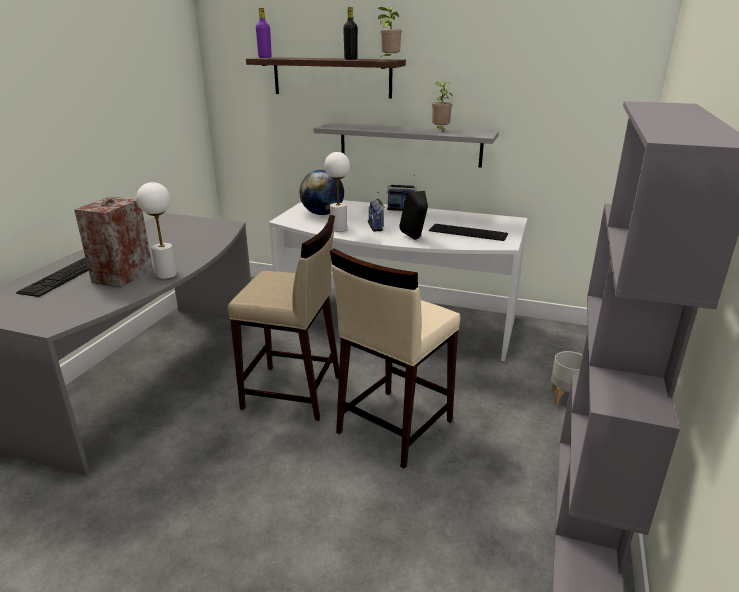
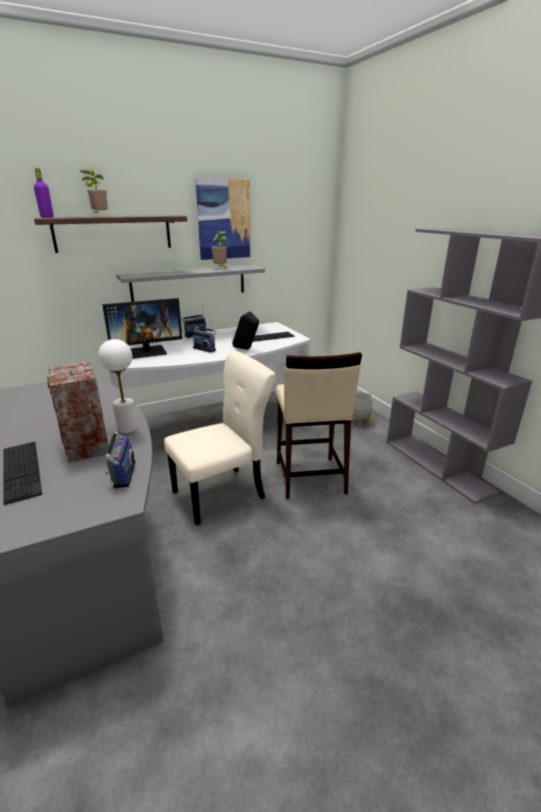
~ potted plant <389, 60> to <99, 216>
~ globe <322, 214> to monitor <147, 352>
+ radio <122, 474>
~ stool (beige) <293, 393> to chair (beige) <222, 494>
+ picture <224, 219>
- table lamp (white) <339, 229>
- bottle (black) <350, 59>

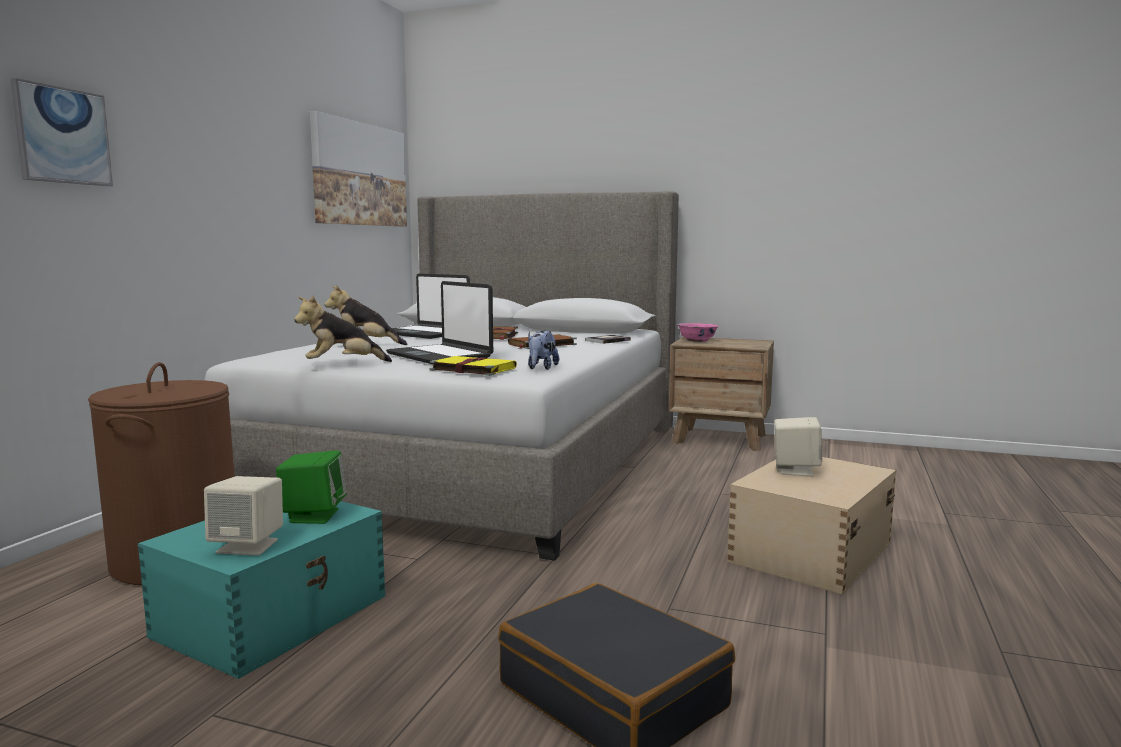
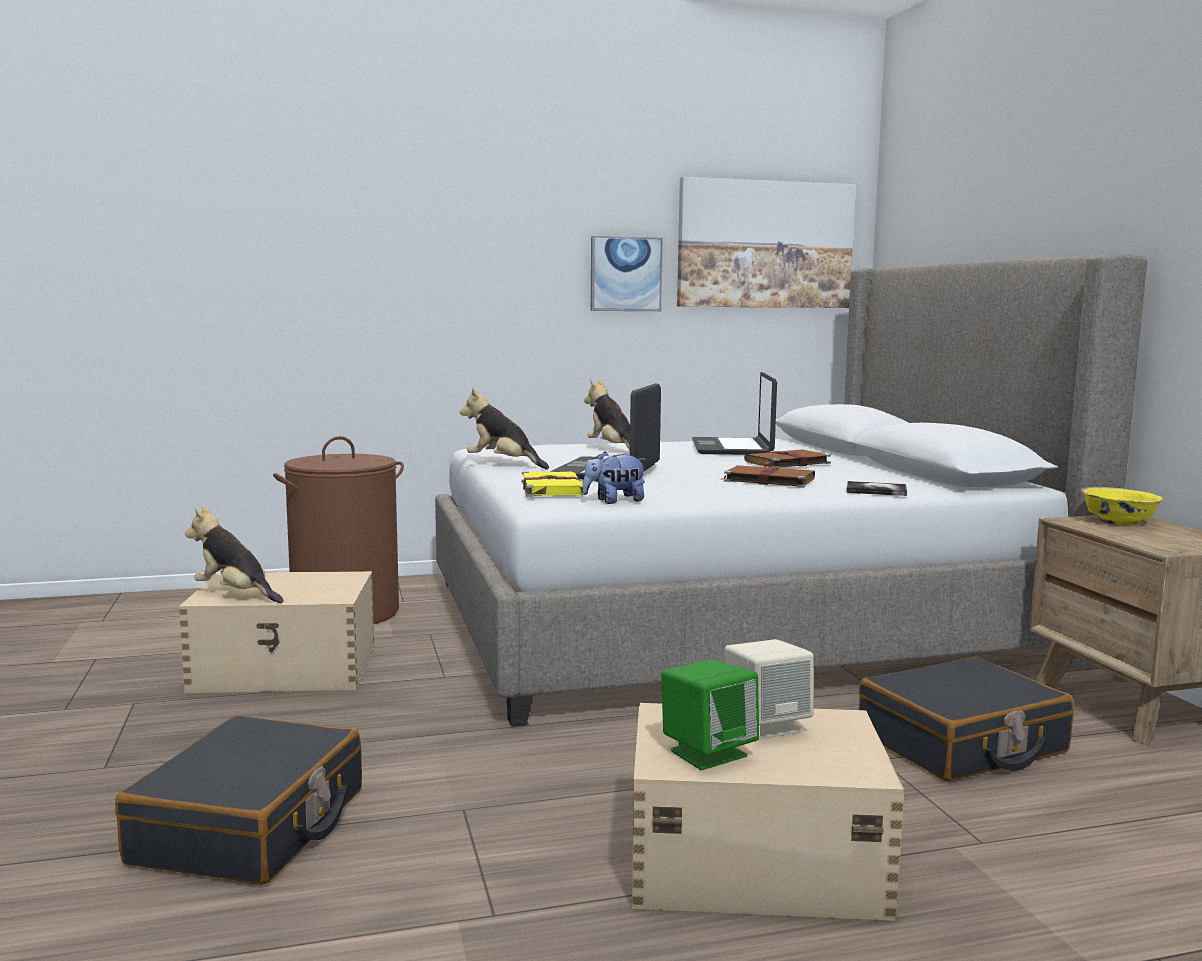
~ storage box (turquoise) <275, 615> to storage box (beige) <287, 669>
~ speaker (beige) <248, 546> to plush toy <235, 594>
~ picture <62, 135> to <625, 274>
~ speaker (green) <313, 515> to <708, 753>
+ suitcase (black) <962, 744>
~ bowl (pink) <697, 340> to bowl (yellow) <1118, 521>

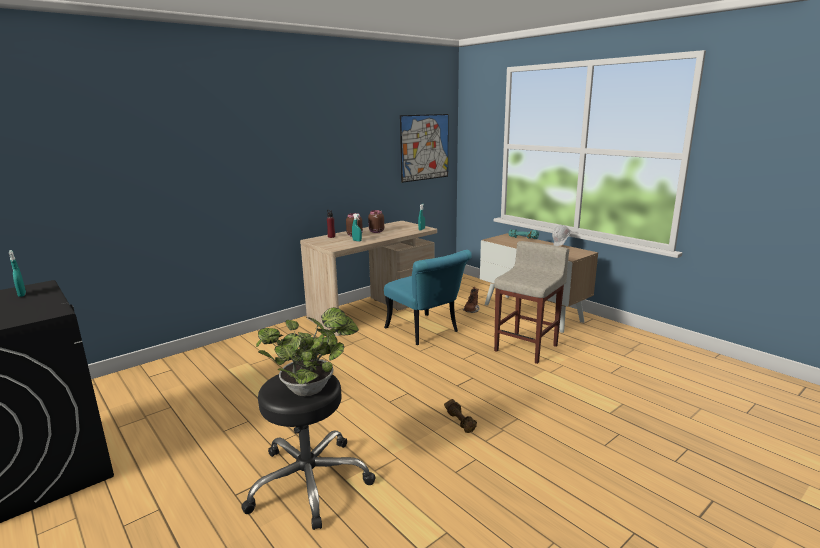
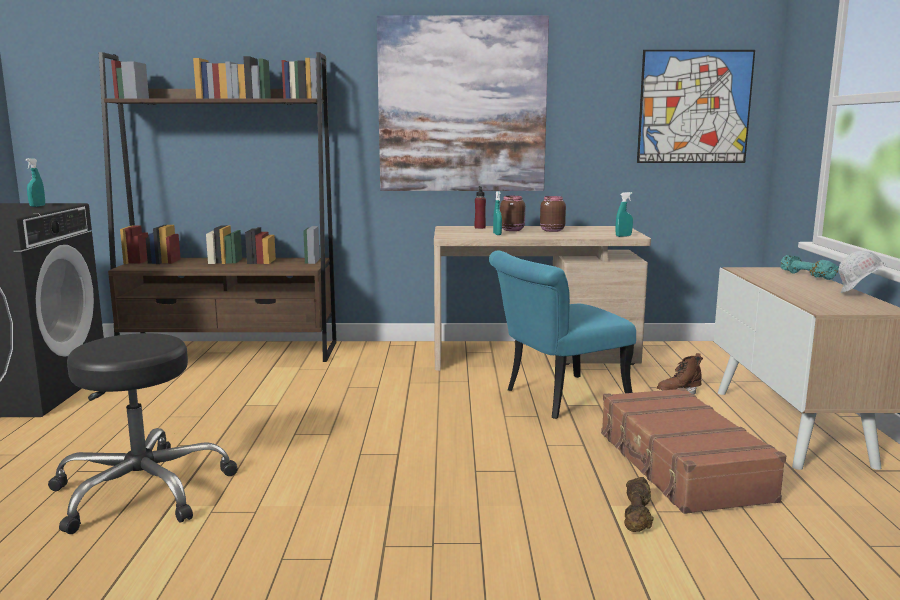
+ bookcase (brown) <231, 352>
+ picture <462, 105>
~ chair (turquoise) <426, 332> = <556, 399> 60 degrees clockwise
~ stool (beige) <526, 347> to suitcase (brown) <680, 466>
~ dumbbell (brown) <460, 422> to <638, 516>
- potted plant <312, 388>

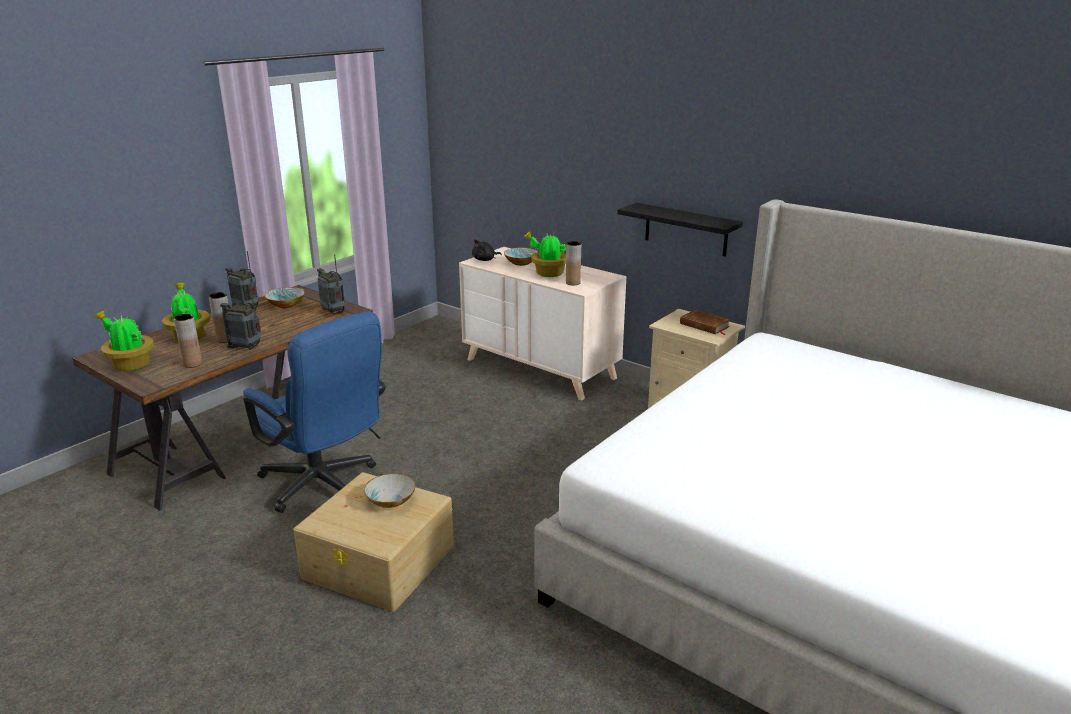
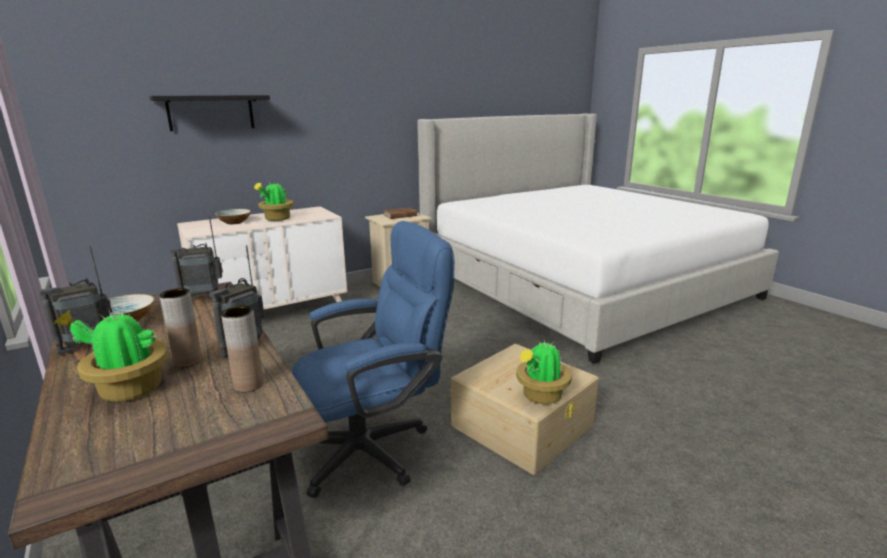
~ shelf (black) <686, 229> to <211, 112>
~ potted plant <130, 365> to <541, 396>
- bowl <390, 501>
- plush toy (black) <485, 260>
- vase (brown) <573, 283>

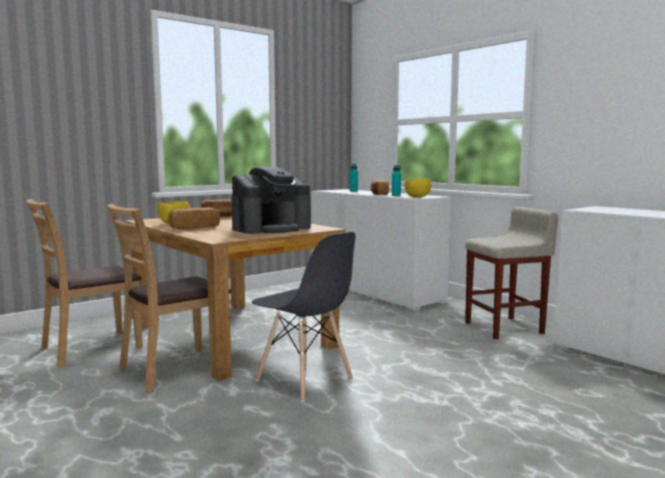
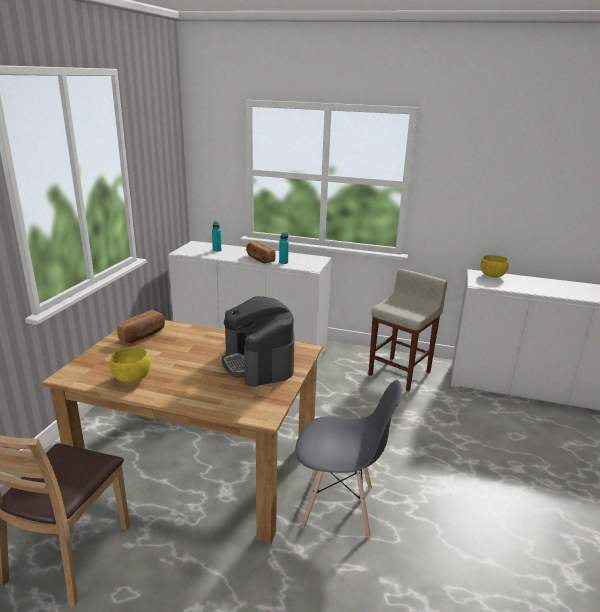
~ coffee machine <271, 228> = <258, 363> 135 degrees clockwise
~ bowl (yellow) <417, 197> to <492, 276>
- chair (brown) <173, 369>
- bread <194, 227>

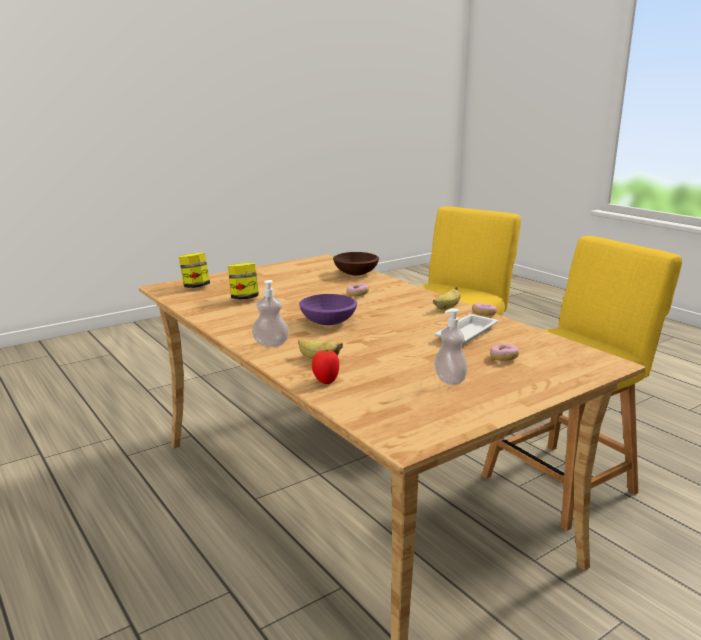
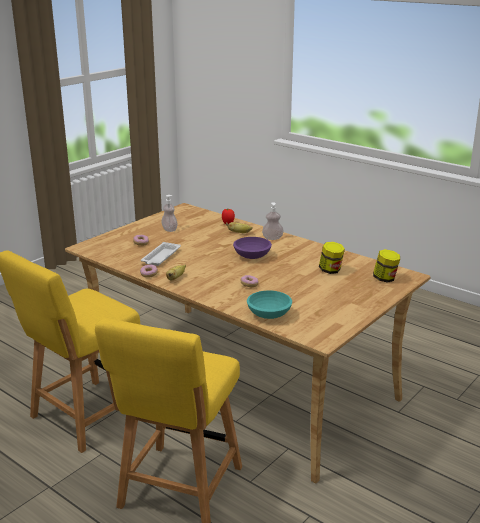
~ bowl (brown) <355, 273> to bowl (turquoise) <269, 314>

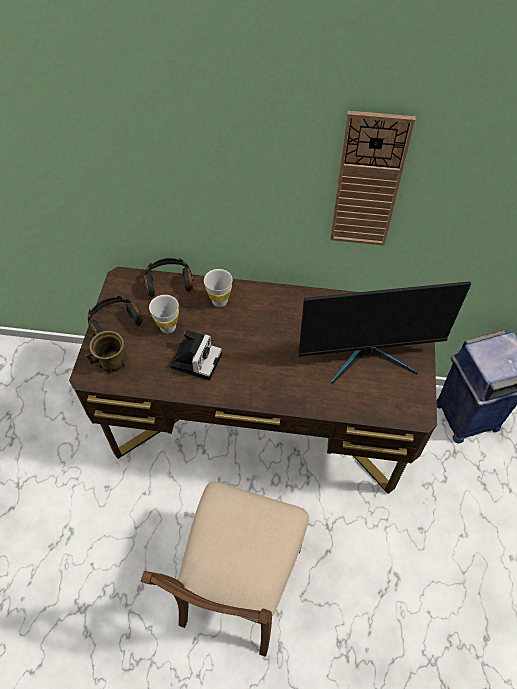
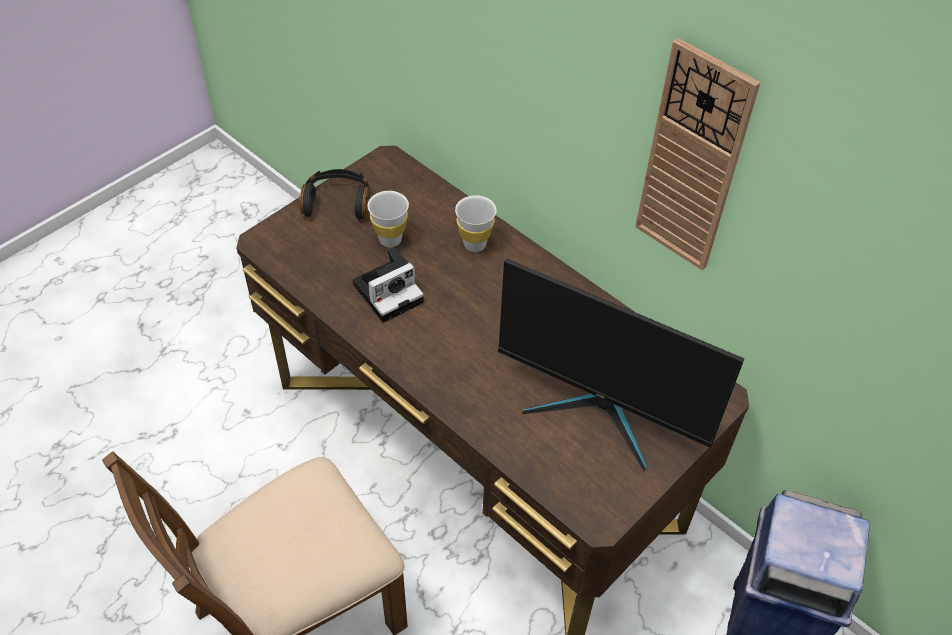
- mug (brown) <113, 363>
- headphones (black) <168, 282>

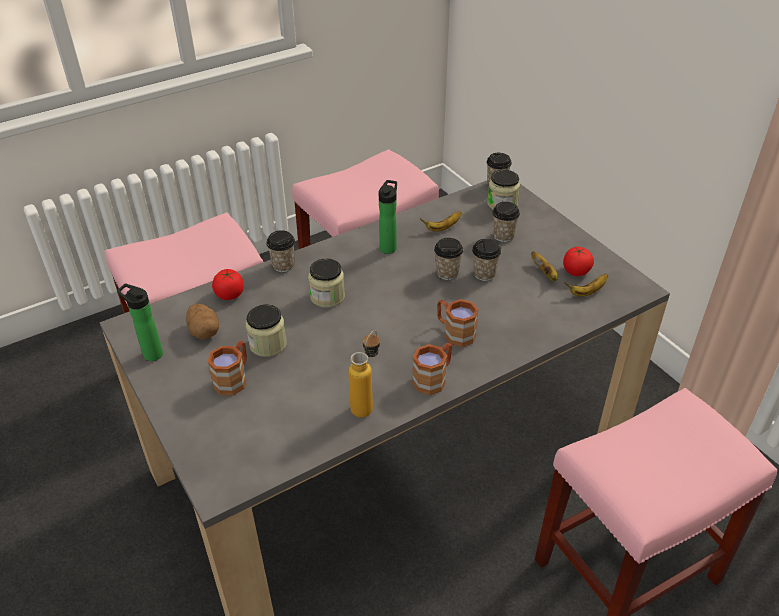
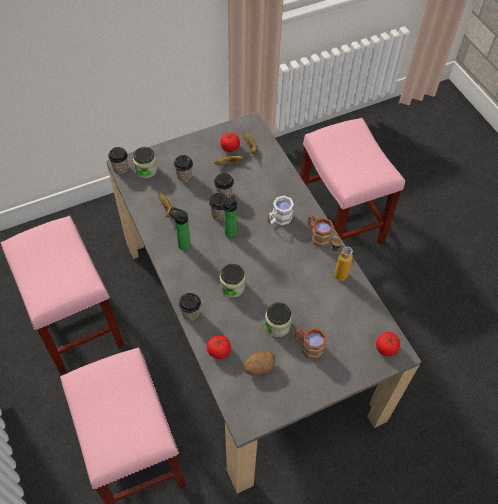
~ bottle <150, 353> to <229, 234>
~ mug (brown) <454, 332> to mug (white) <278, 219>
+ tomato <386, 348>

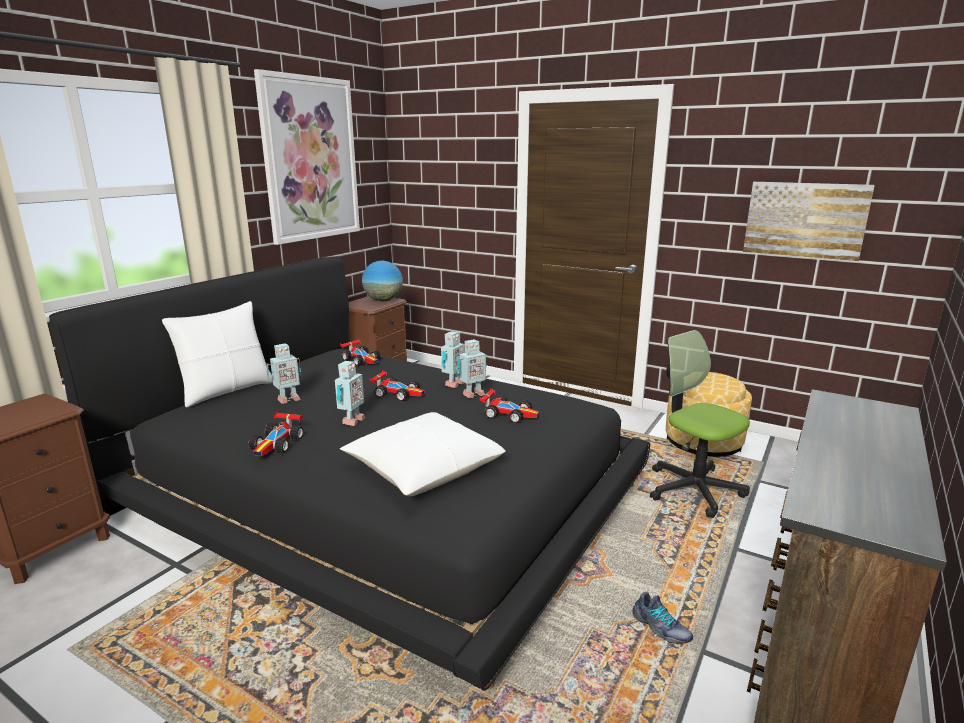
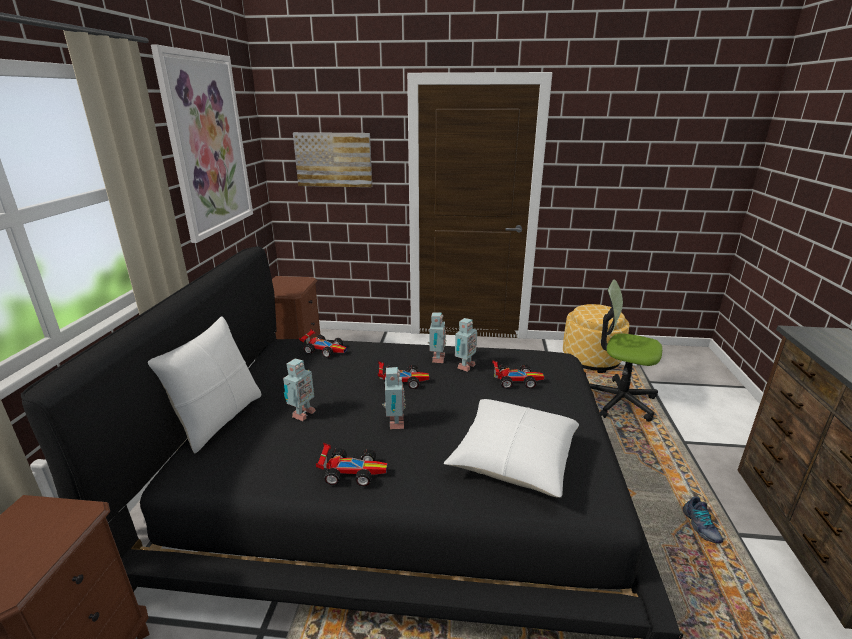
~ picture <805, 219> to <333, 159>
~ toy car <278, 444> = <352, 471> 75 degrees counterclockwise
~ shoe <660, 628> = <700, 526> 60 degrees clockwise
- globe <383, 300>

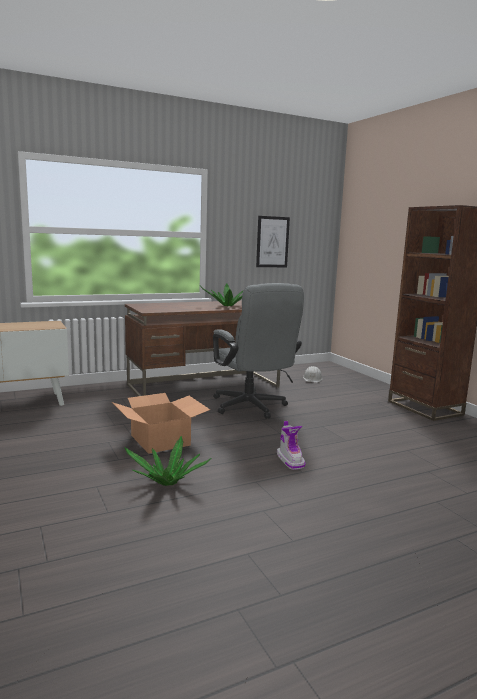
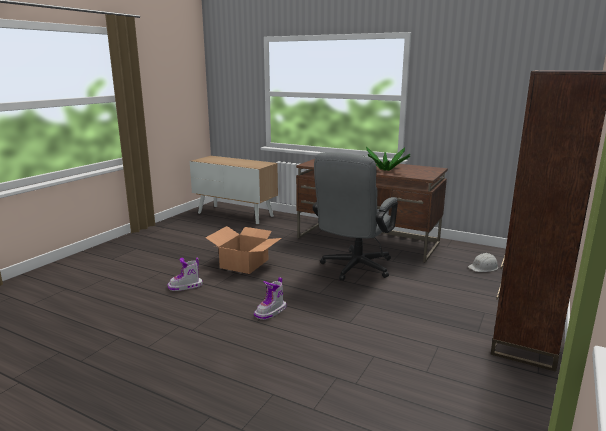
~ potted plant <167, 483> to boot <185, 286>
- picture <272, 242>

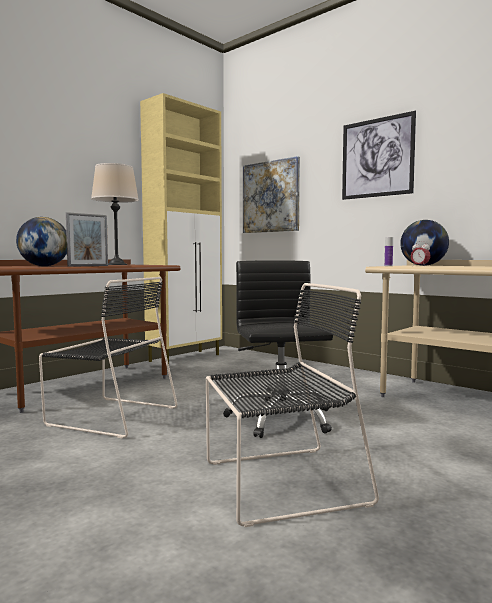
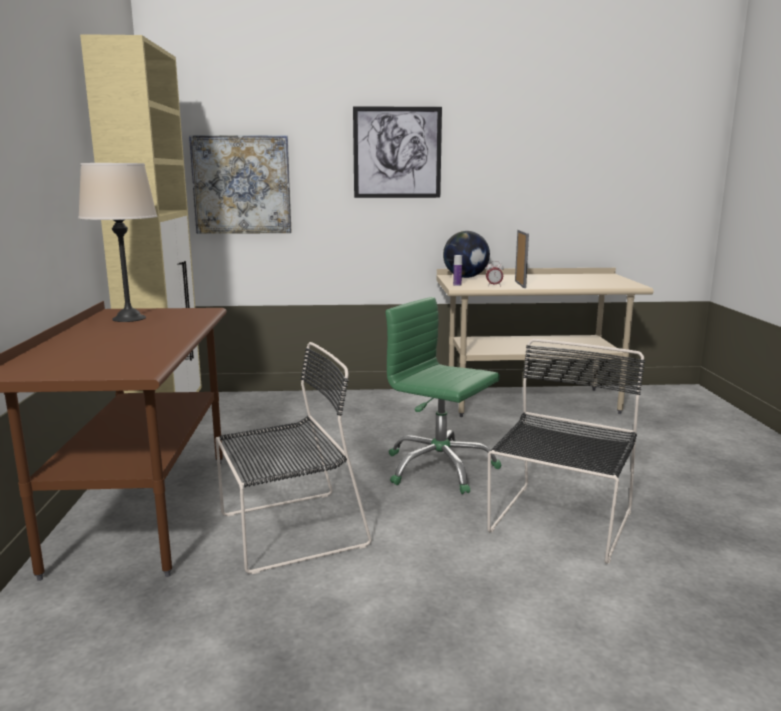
~ office chair (black) <280, 418> to office chair (green) <439, 468>
~ picture frame <88, 266> to <520, 284>
- globe <44, 266>

